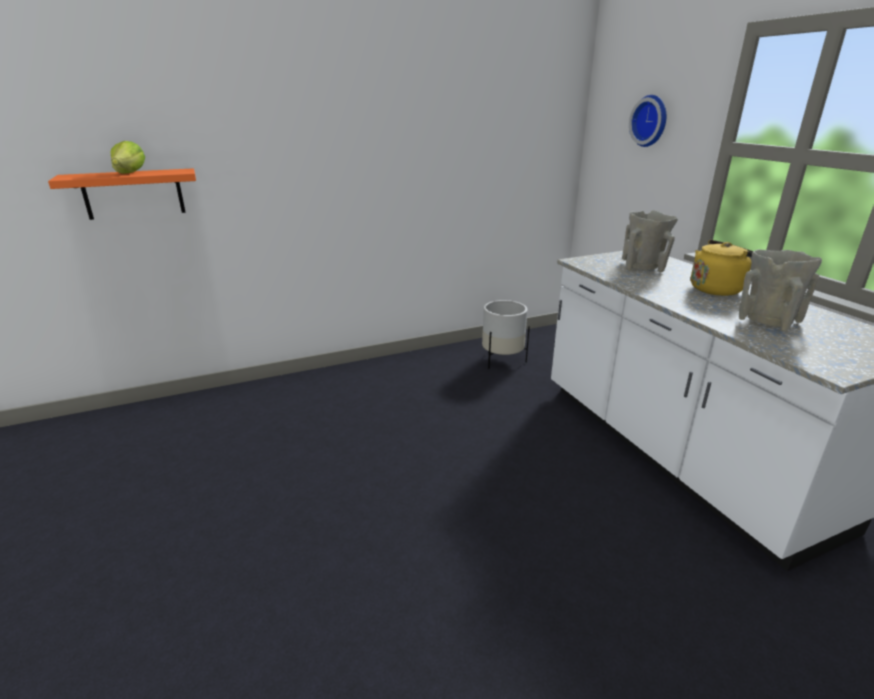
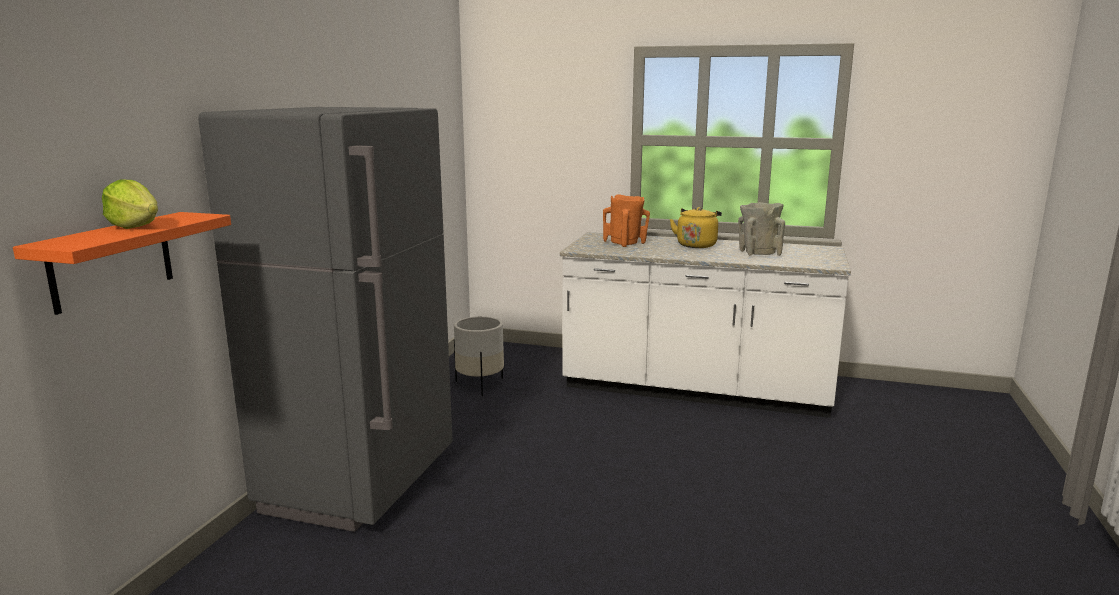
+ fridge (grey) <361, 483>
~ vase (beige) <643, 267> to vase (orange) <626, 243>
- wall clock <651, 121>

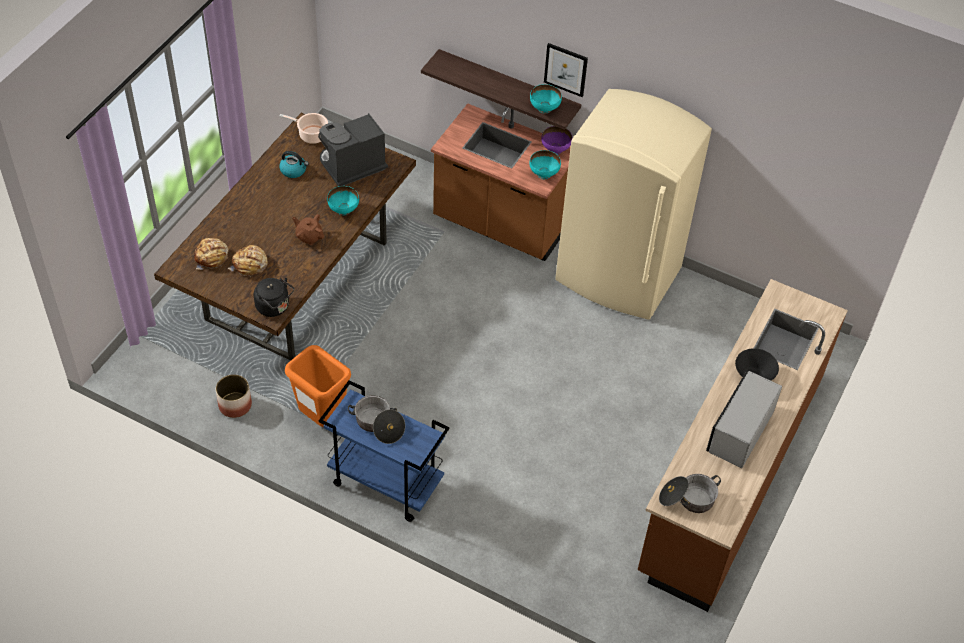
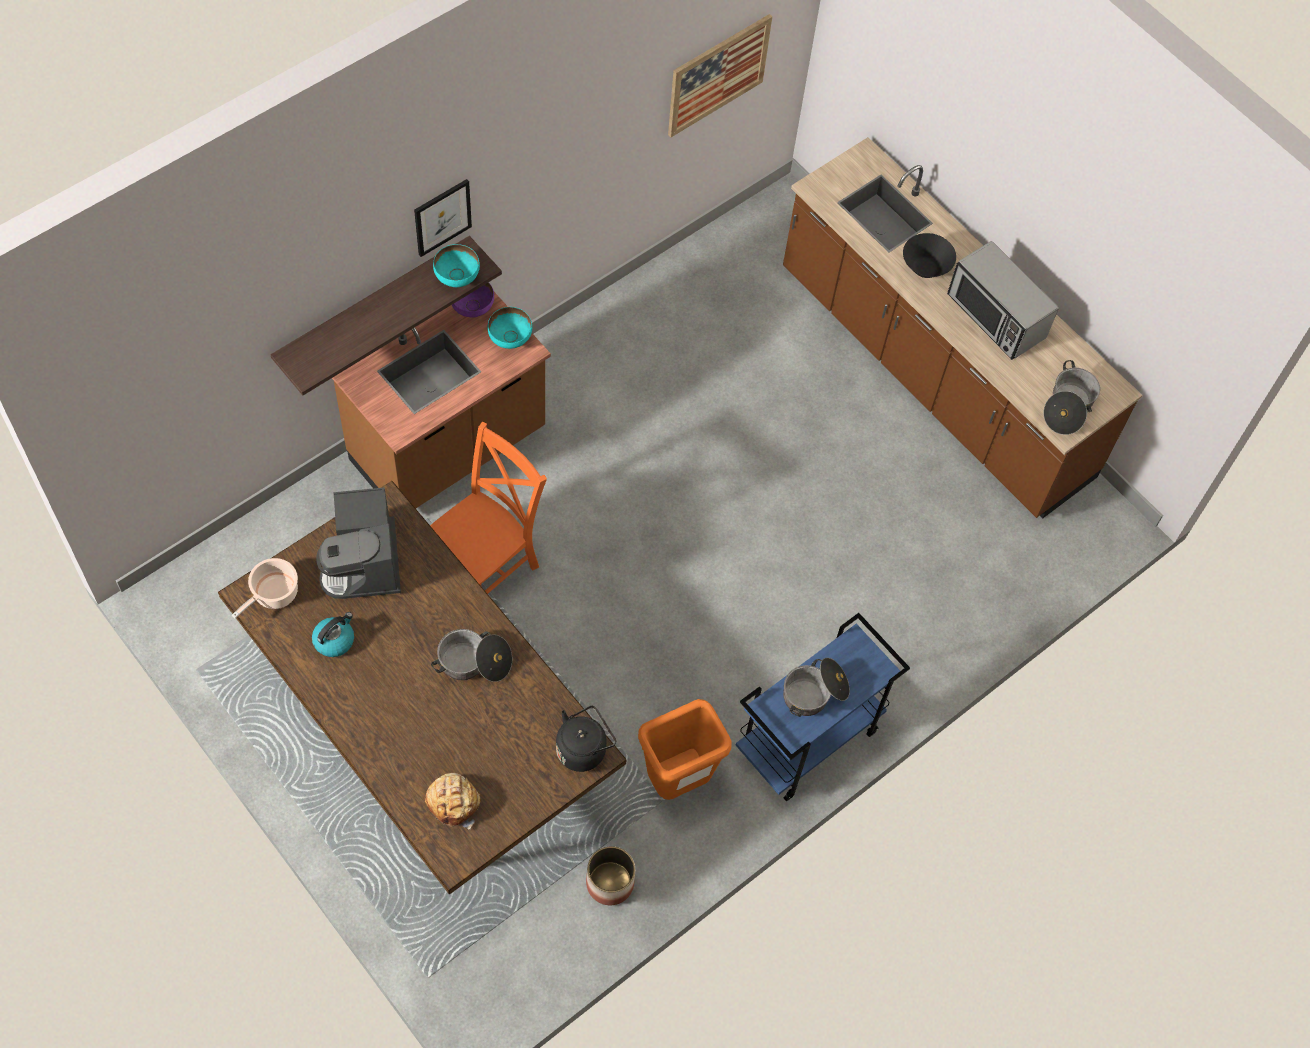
+ chair (orange) <486, 565>
~ teapot (brown) <309, 237> to cooking pot <474, 663>
+ picture <718, 75>
- bread <250, 265>
- bowl (turquoise) <343, 210>
- fridge (beige) <618, 276>

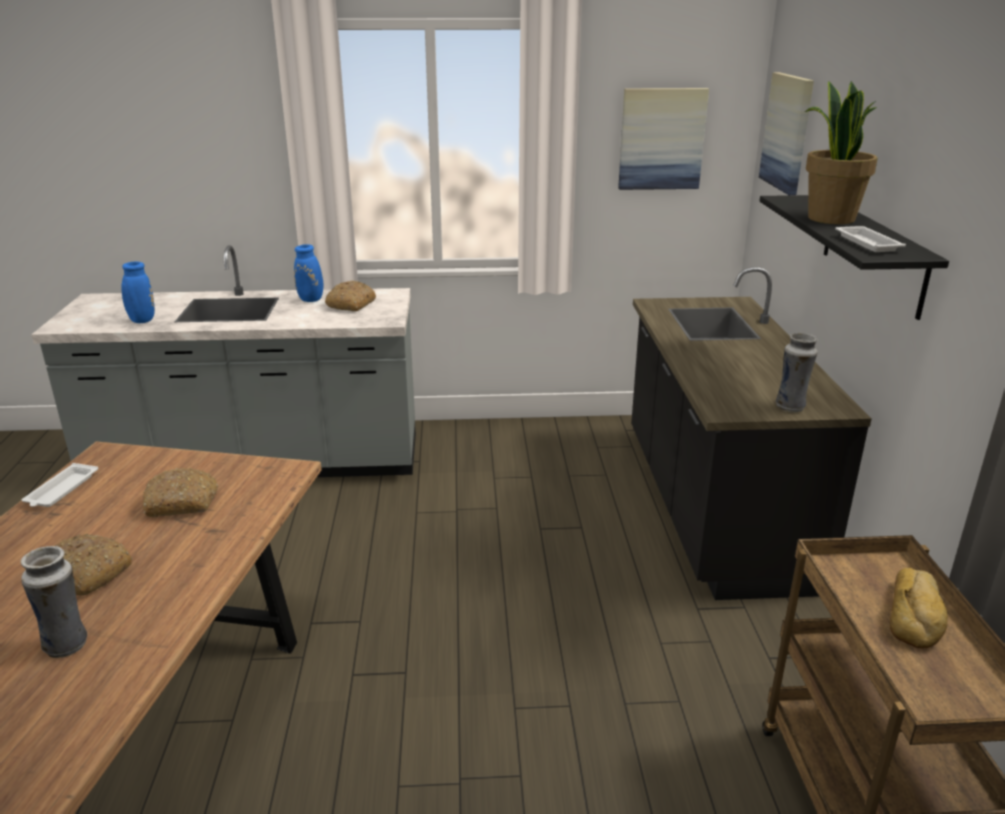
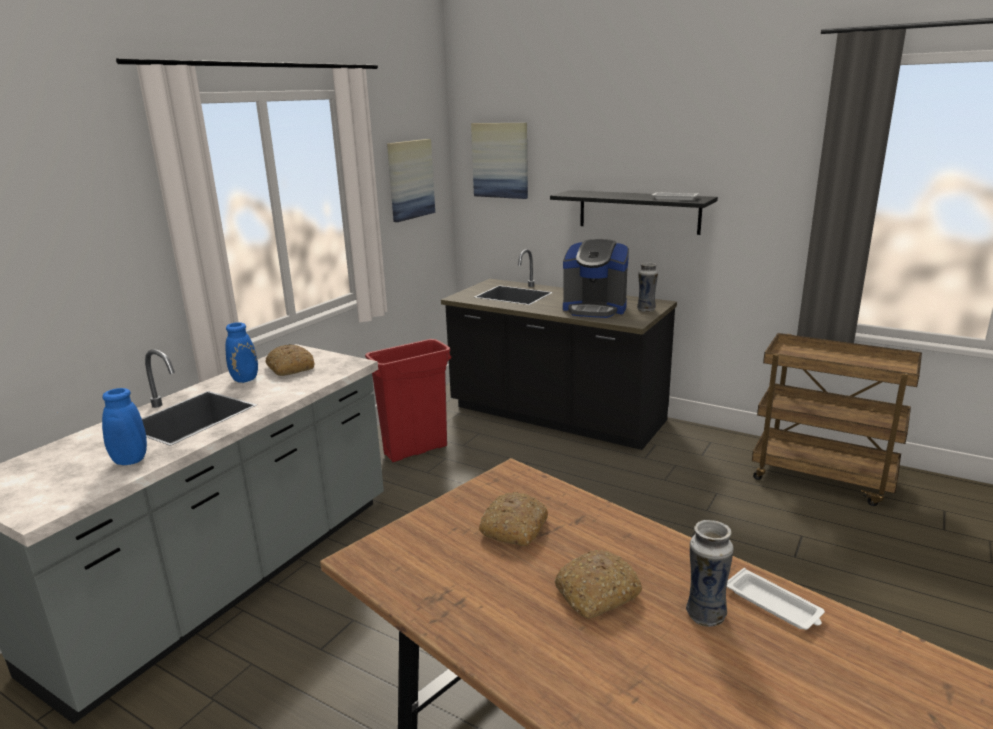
+ trash can (red) <416, 450>
+ coffee machine <595, 309>
~ tray (white) <61, 490> to <774, 605>
- potted plant <830, 218>
- bread <915, 614>

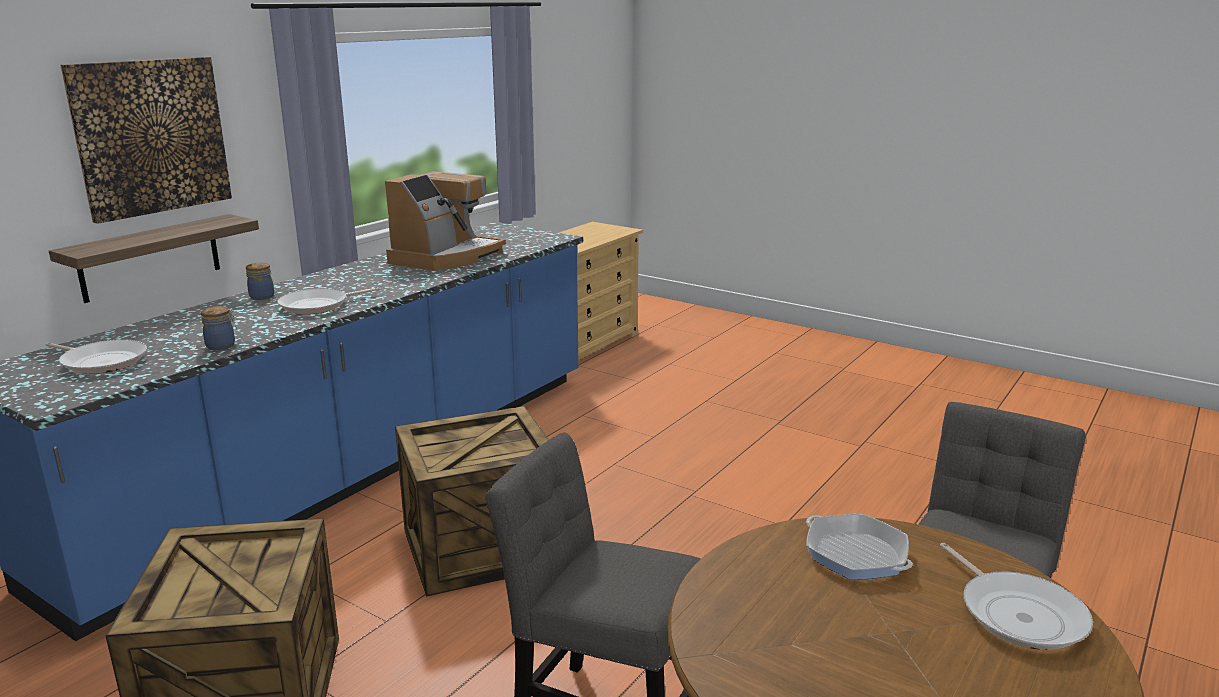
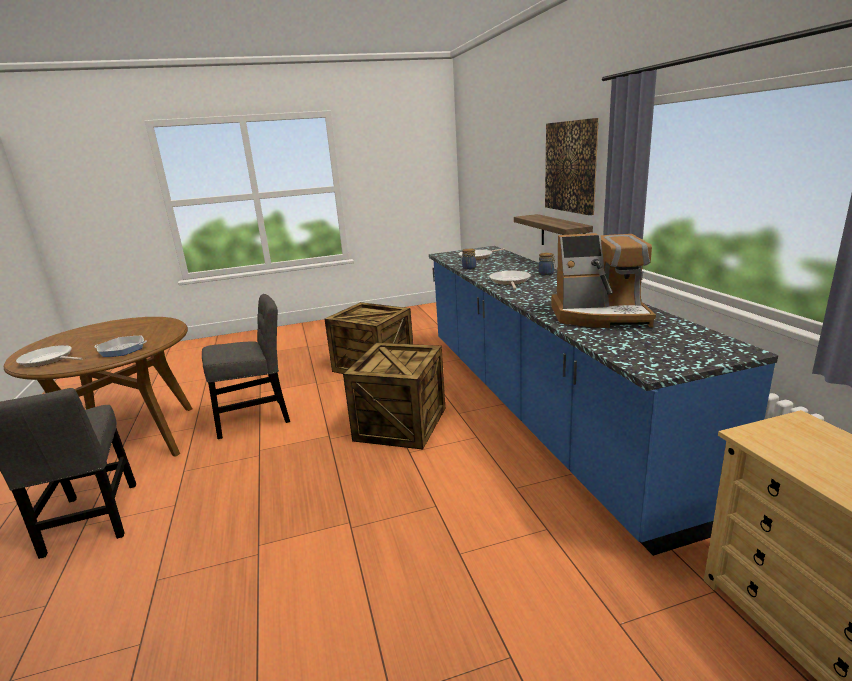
~ coffee machine <446, 257> = <600, 315> 60 degrees counterclockwise

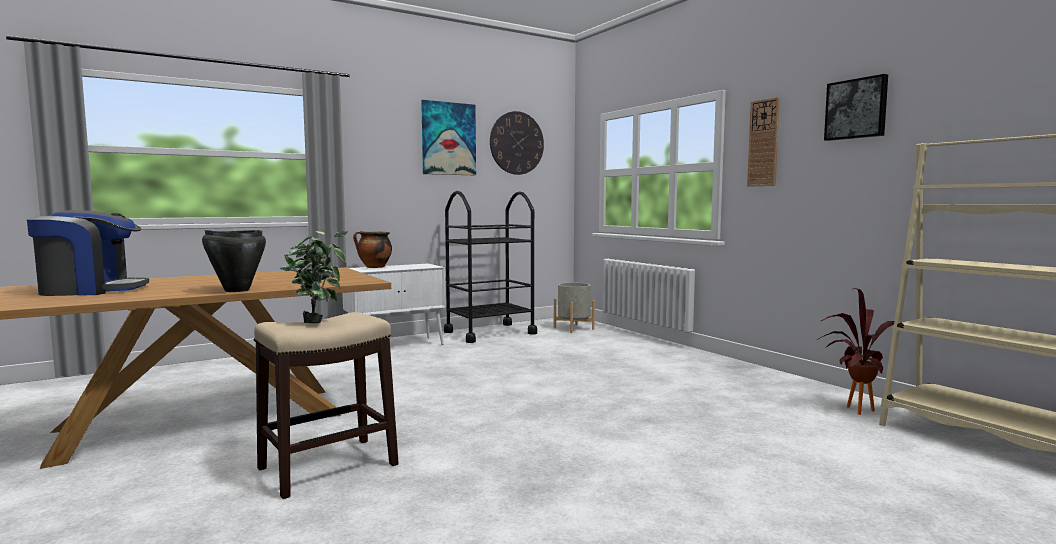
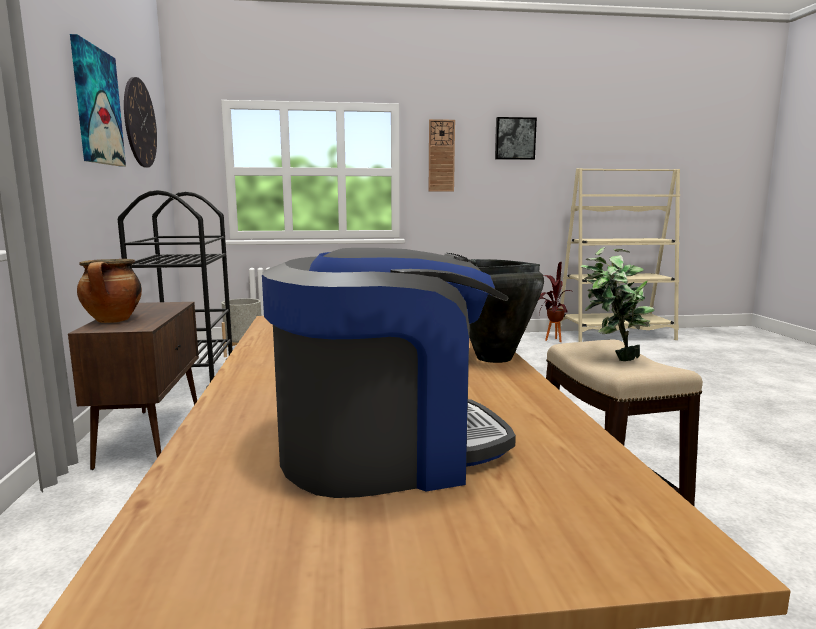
~ cabinet (white) <396, 346> to cabinet (brown) <151, 436>
~ coffee machine <91, 290> = <387, 450> 60 degrees clockwise

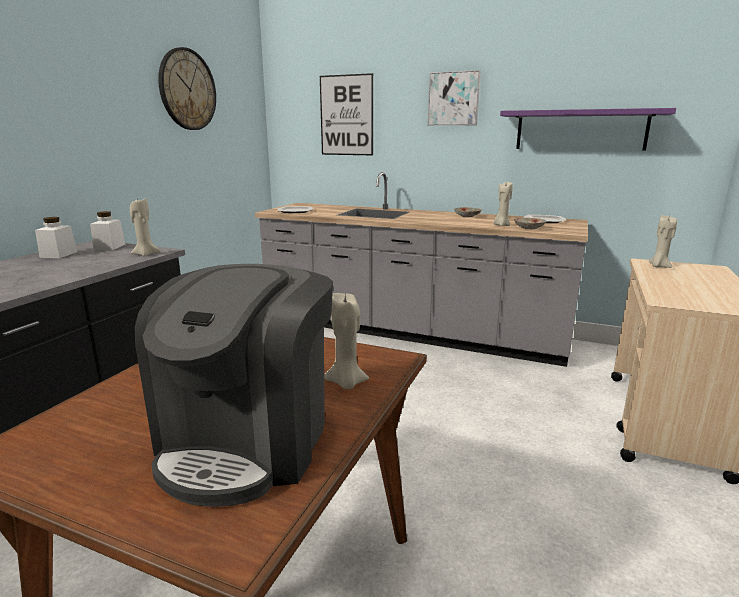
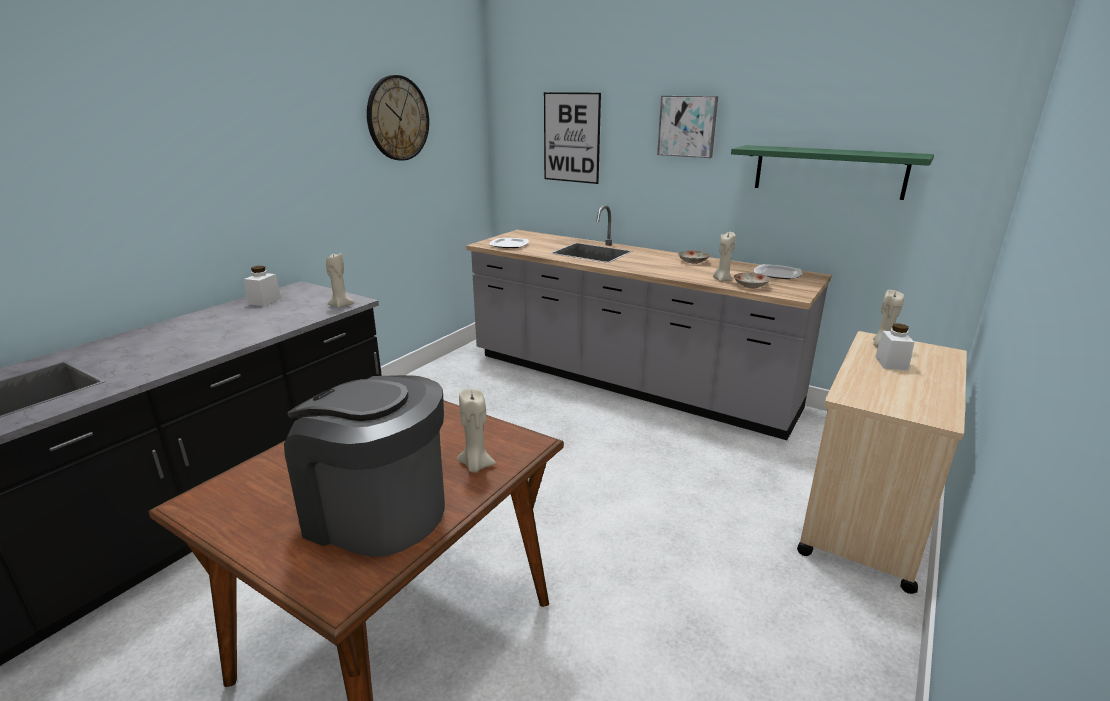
~ coffee machine <248, 440> = <376, 512> 90 degrees clockwise
~ shelf (purple) <580, 130> to shelf (green) <829, 171>
~ jar (white) <109, 247> to <891, 363>

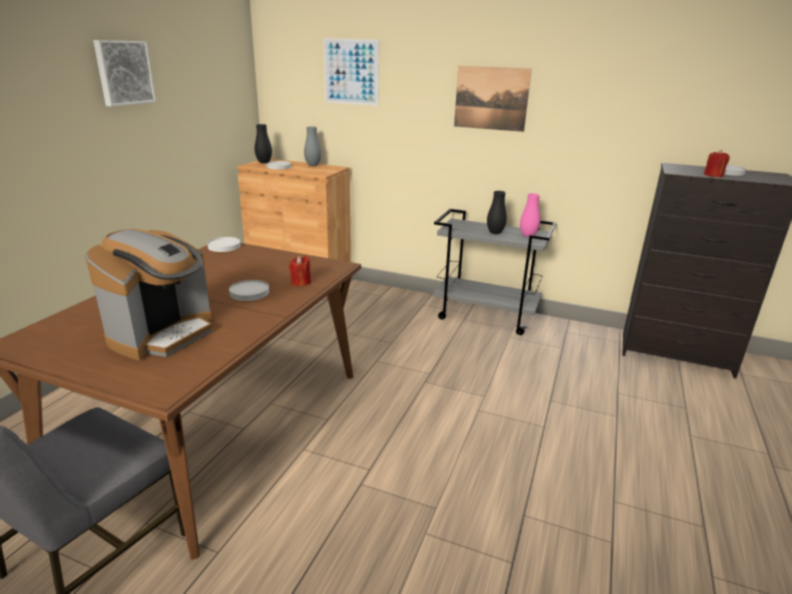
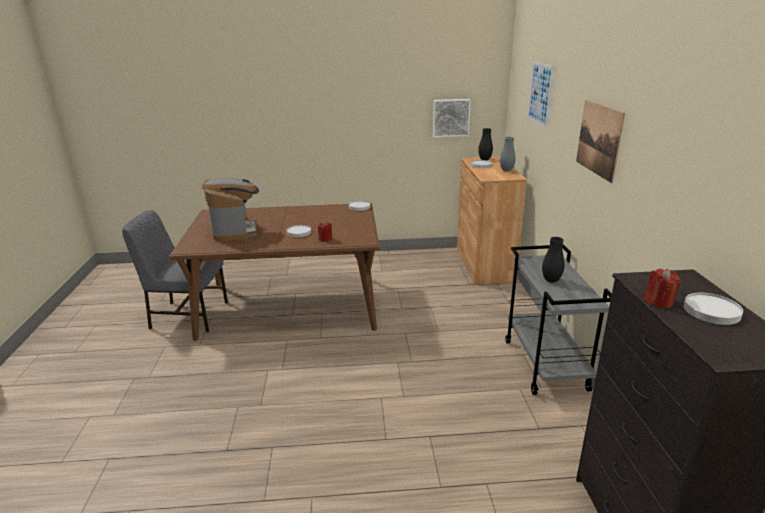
~ coffee machine <163, 334> = <236, 232> 105 degrees counterclockwise
~ picture <124, 72> to <451, 117>
- vase (pink) <528, 236>

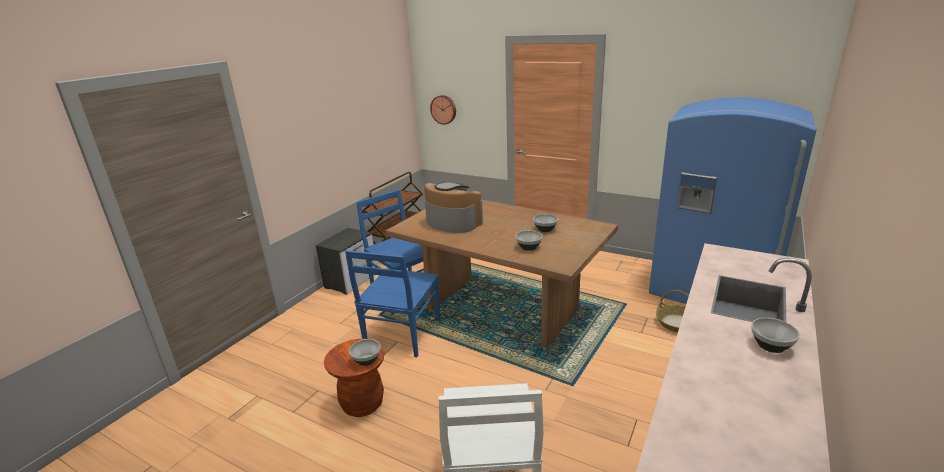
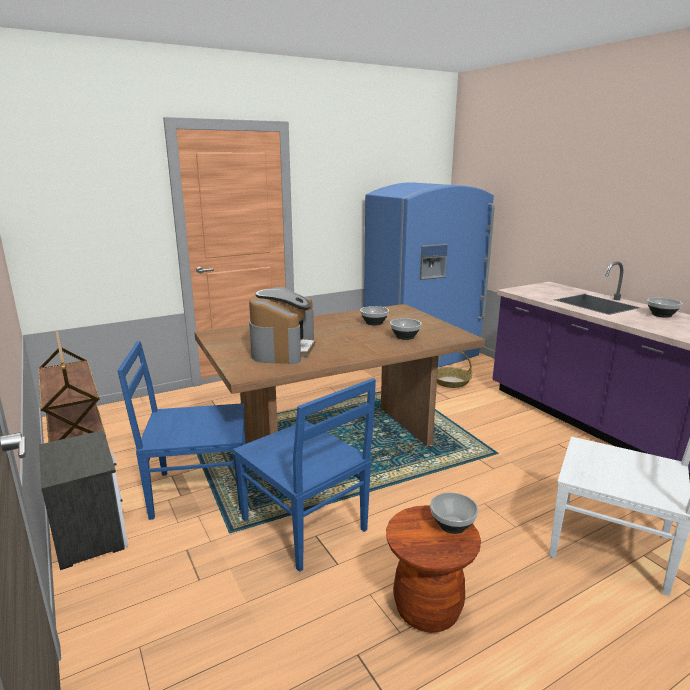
~ coffee machine <452, 222> = <283, 349> 120 degrees clockwise
- wall clock <444, 109>

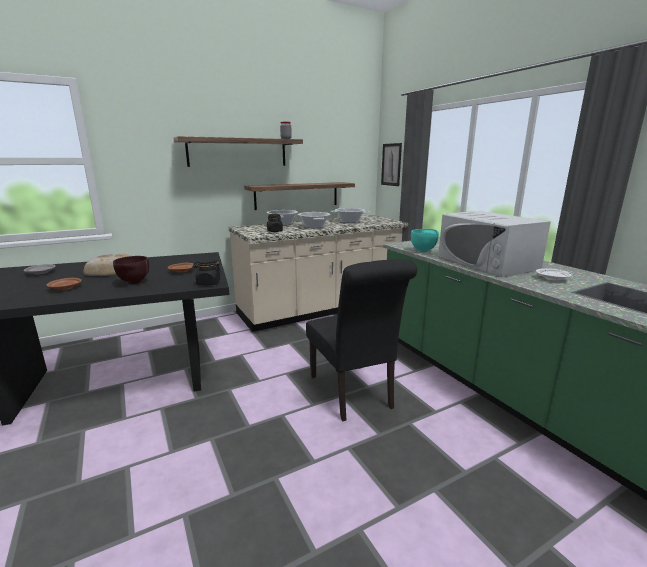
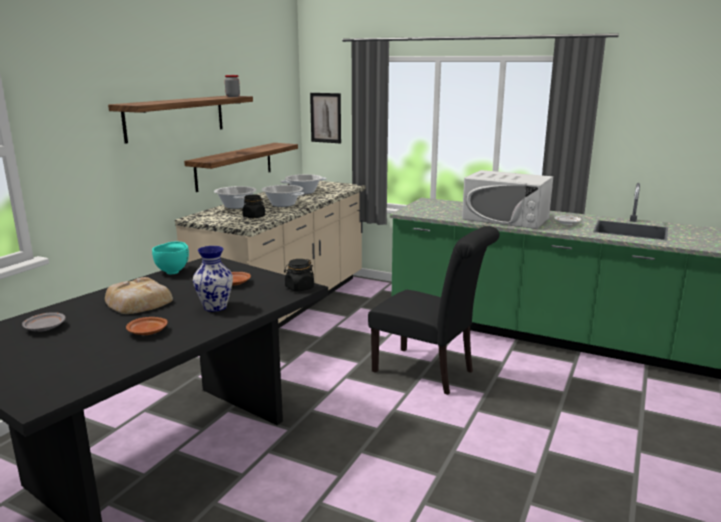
~ bowl (turquoise) <423, 251> to <173, 271>
~ bowl (brown) <133, 283> to vase <216, 307>

